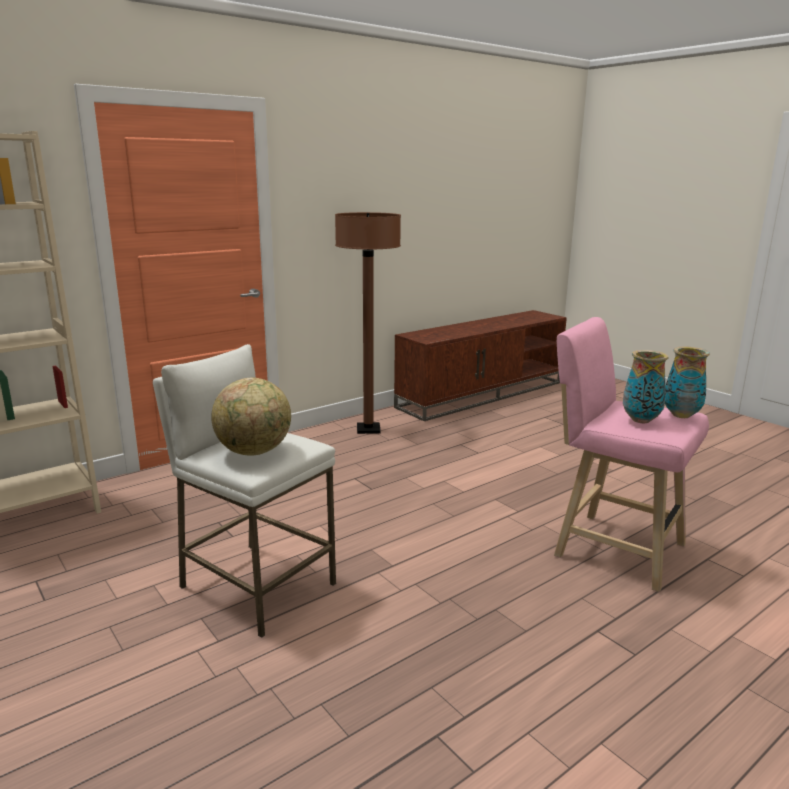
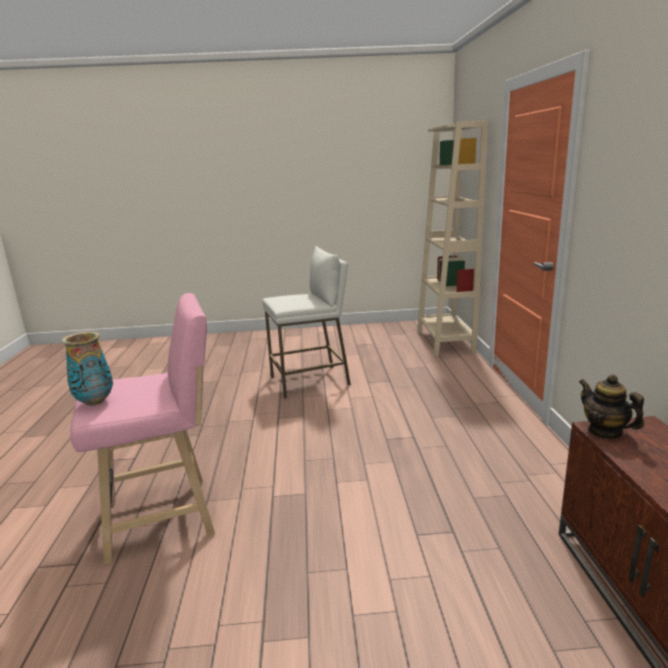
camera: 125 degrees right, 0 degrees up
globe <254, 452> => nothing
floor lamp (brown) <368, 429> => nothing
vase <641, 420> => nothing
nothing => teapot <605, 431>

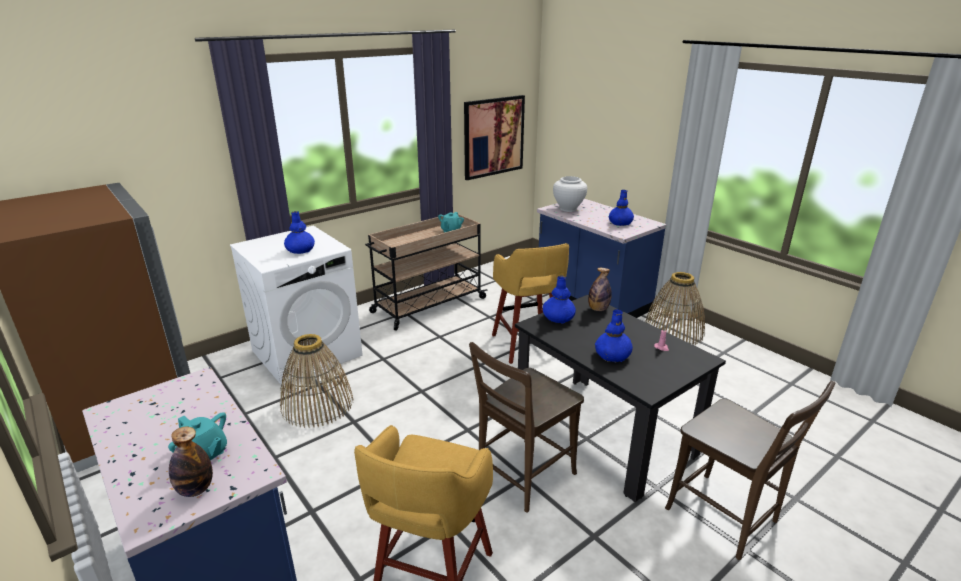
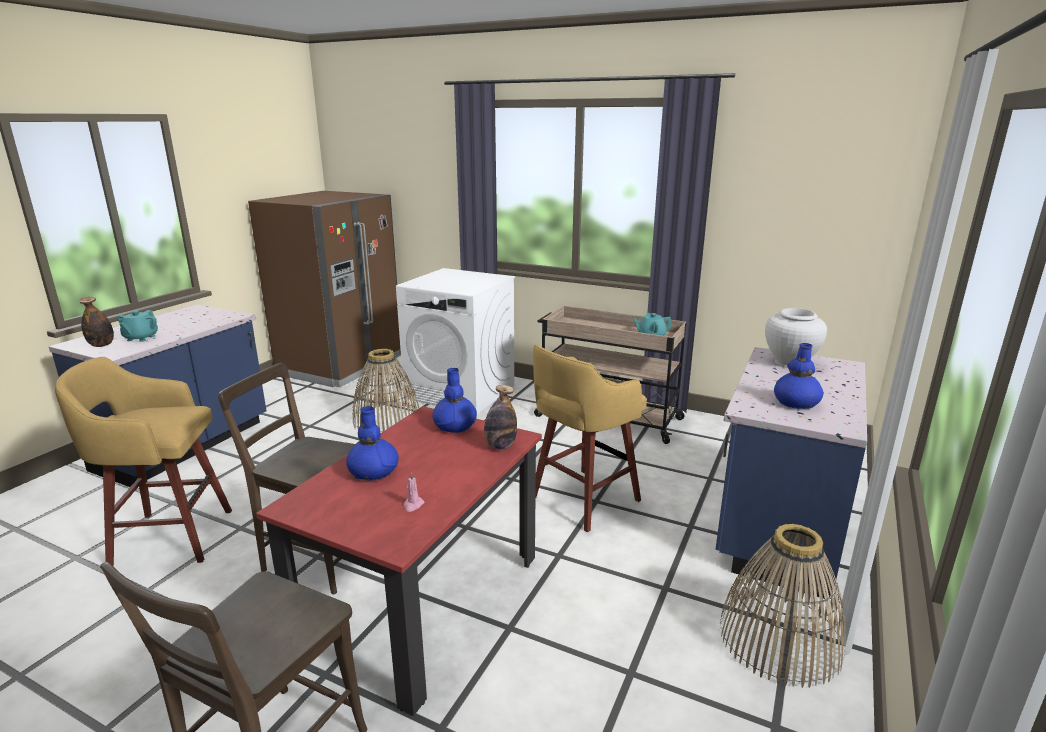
camera: 65 degrees right, 5 degrees down
vase (blue) <300, 250> => nothing
picture <493, 137> => nothing
dining table (black) <603, 433> => dining table (red) <424, 603>

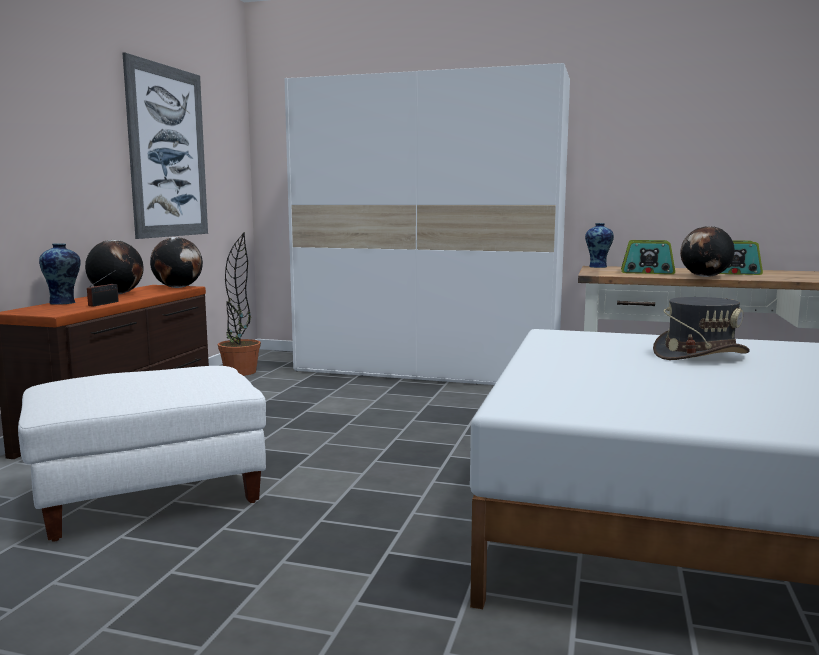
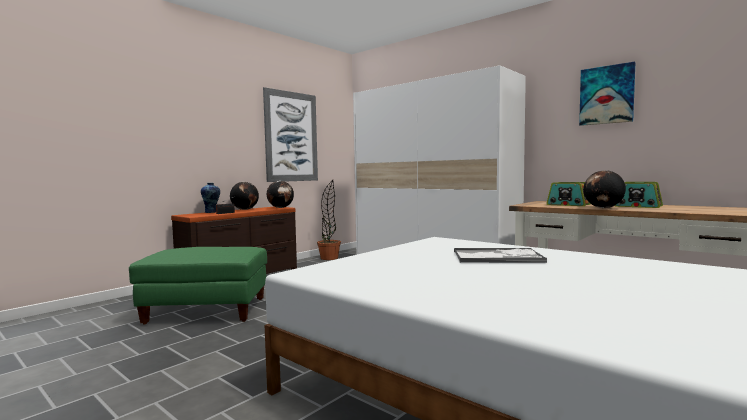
camera: 25 degrees right, 5 degrees down
ottoman (white) <150, 494> => ottoman (green) <207, 310>
vase <598, 267> => nothing
hat (grey) <699, 355> => tray <498, 257>
nothing => picture <606, 95>

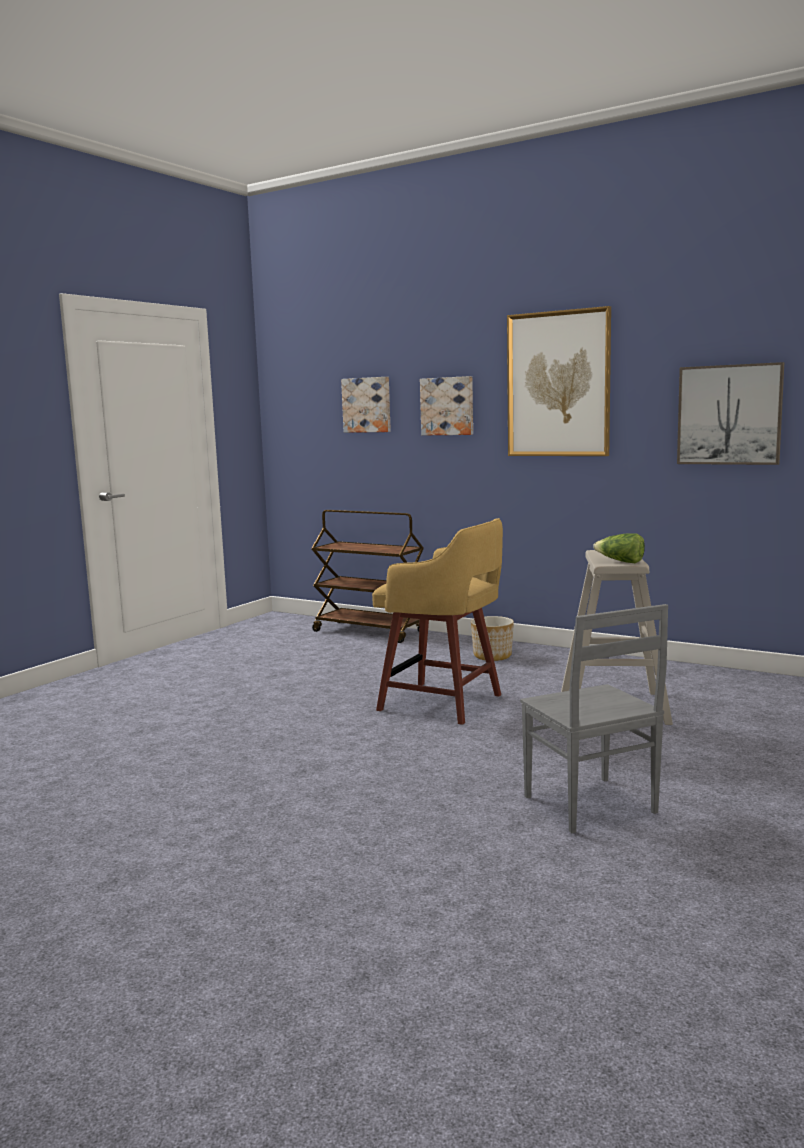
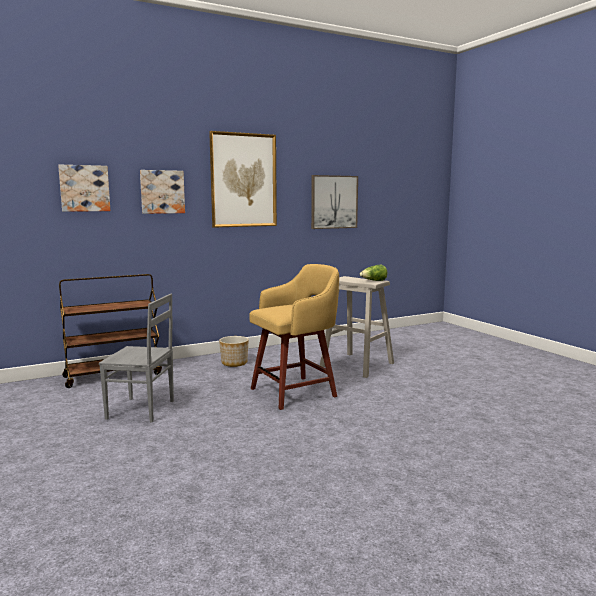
camera: 60 degrees left, 0 degrees up
chair (grey) <589, 806> => chair (grey) <141, 410>, relocated

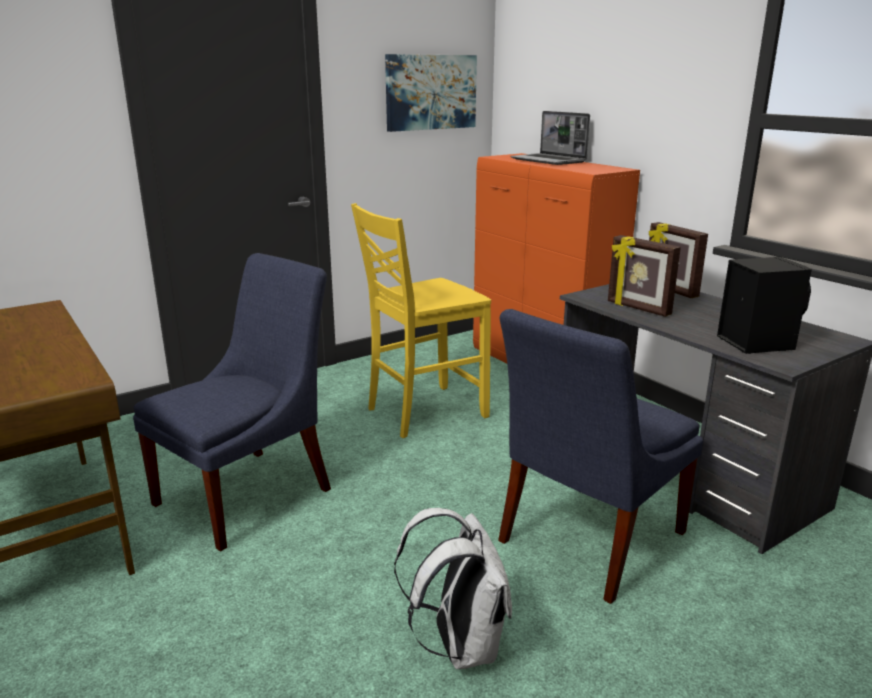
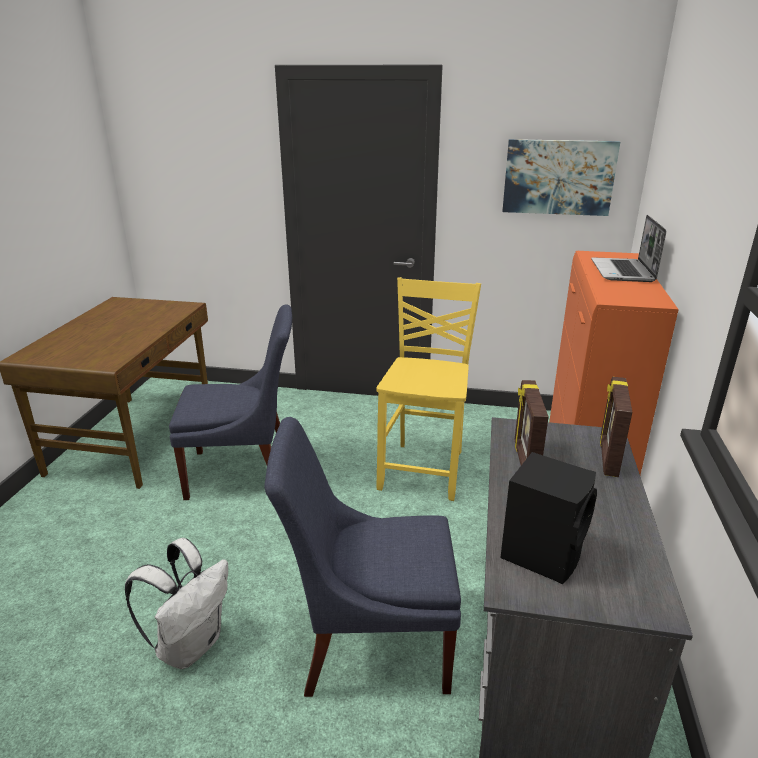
camera: 45 degrees right, 5 degrees up
chair (yellow) <423, 412> => chair (yellow) <424, 469>, 90 degrees clockwise

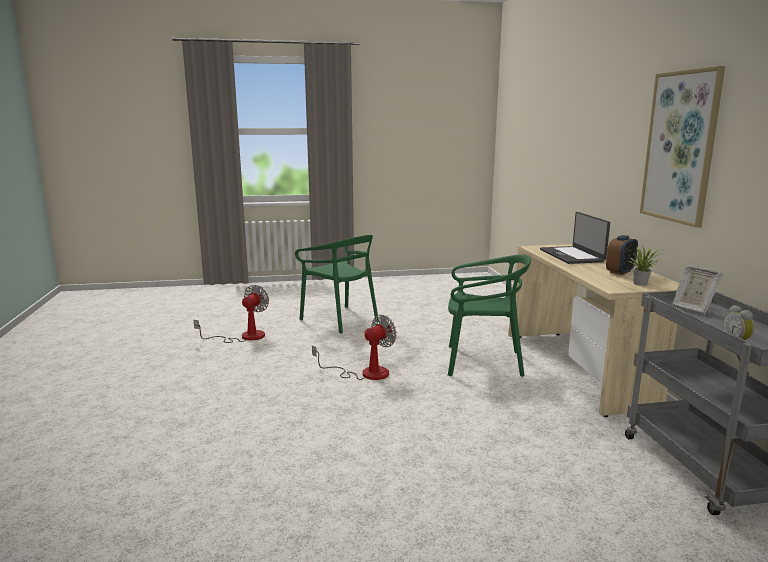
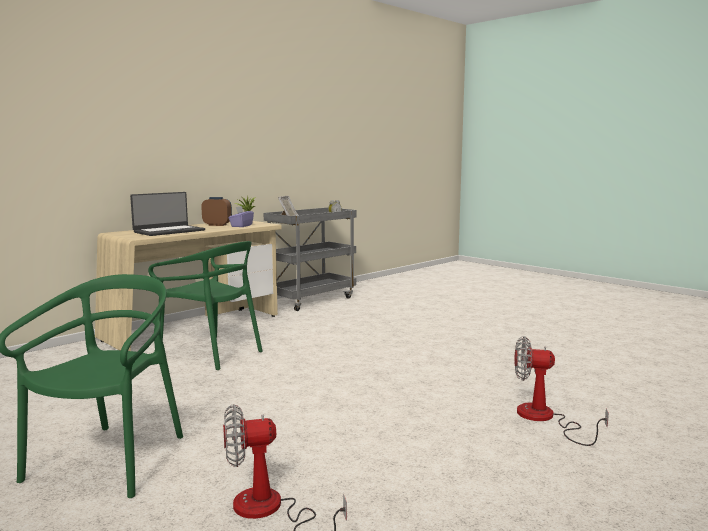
camera: 125 degrees left, 5 degrees down
fan <365, 373> => fan <545, 419>, relocated
chair (green) <482, 362> => chair (green) <211, 353>, 150 degrees clockwise
picture <680, 147> => nothing
nothing => tissue box (purple) <241, 226>

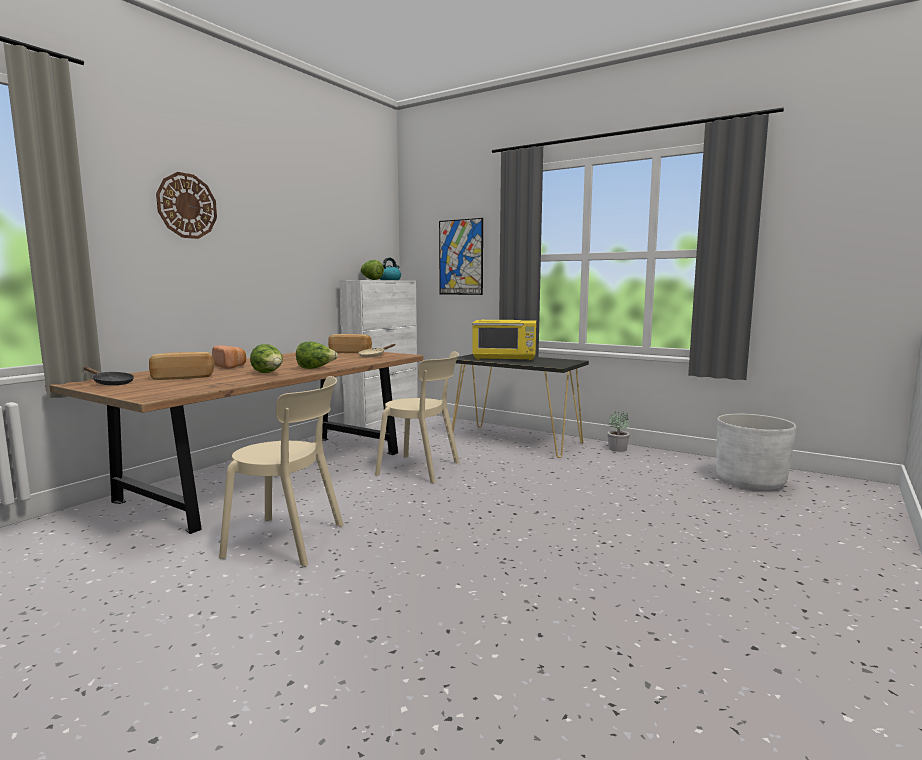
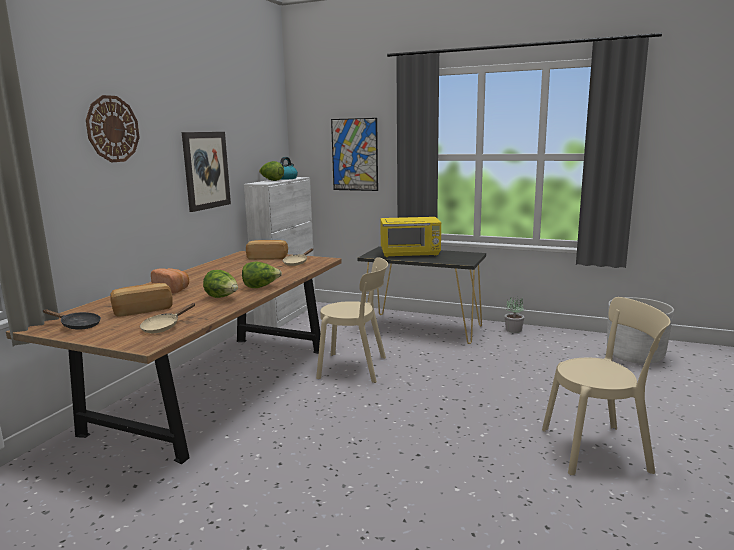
camera: 10 degrees left, 5 degrees up
chair (beige) <290, 541> => chair (beige) <600, 449>, relocated
nothing => frying pan (beige) <163, 327>
nothing => picture <206, 170>

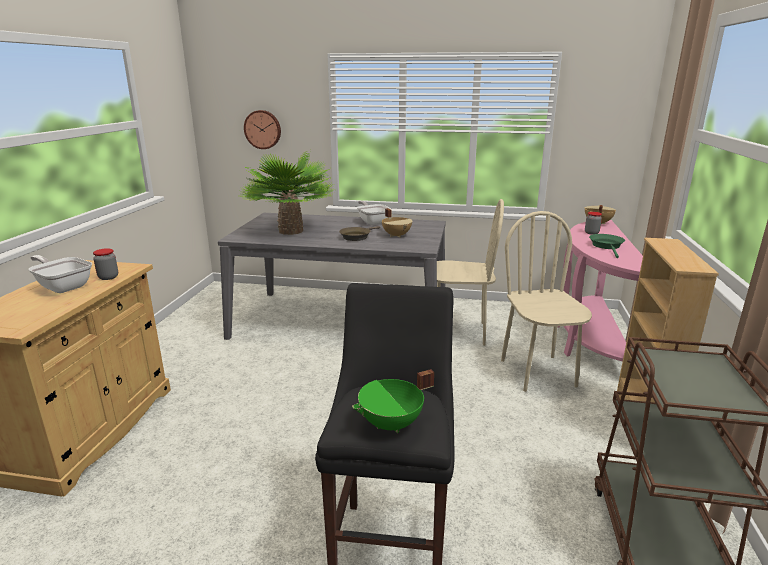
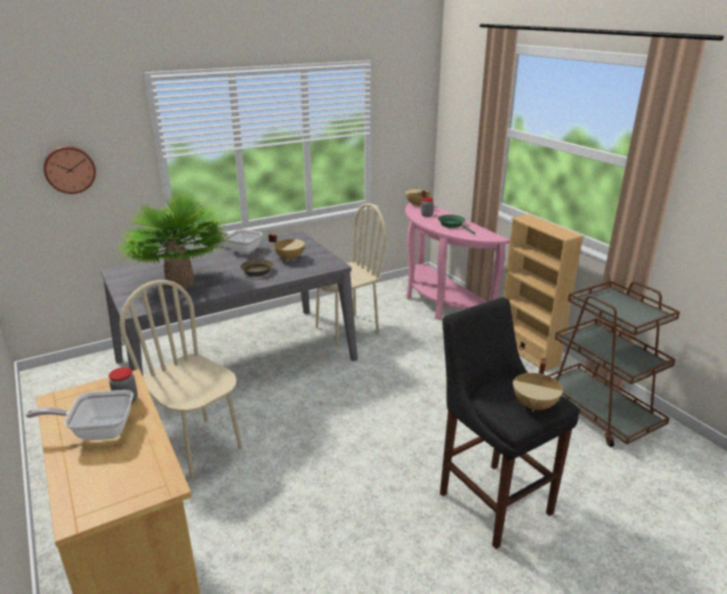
camera: 40 degrees left, 5 degrees up
cooking pot (green) <392, 424> => cooking pot (beige) <535, 405>
chair (beige) <538, 373> => chair (beige) <198, 448>, relocated

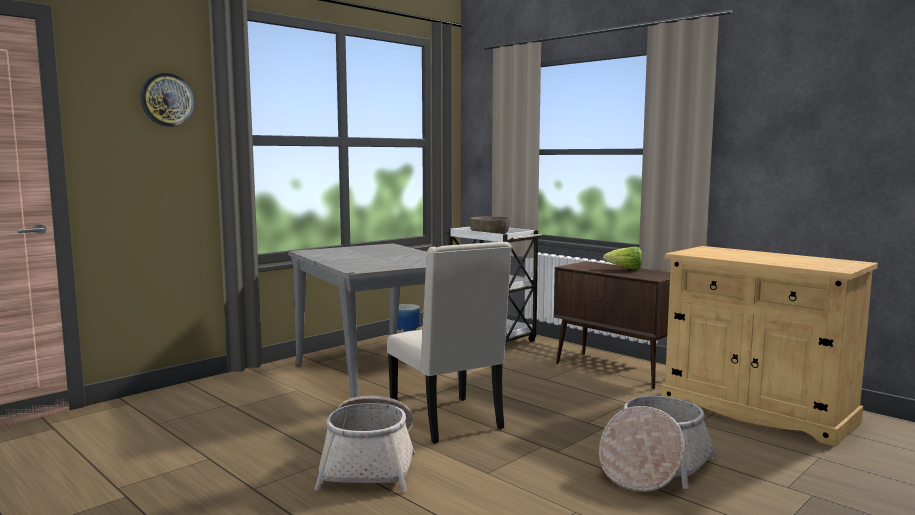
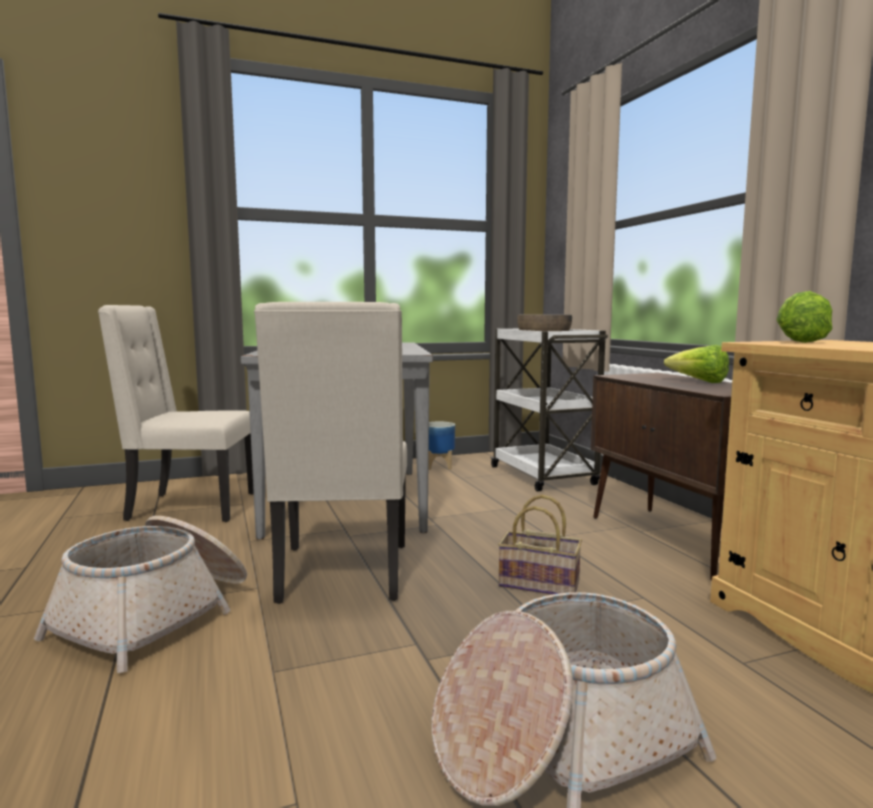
camera: 25 degrees right, 0 degrees up
wall clock <167, 100> => nothing
nothing => chair (beige) <189, 507>
nothing => basket <541, 583>
nothing => lettuce <800, 342>

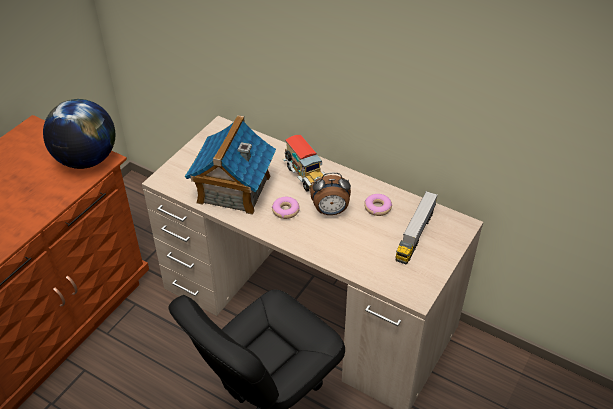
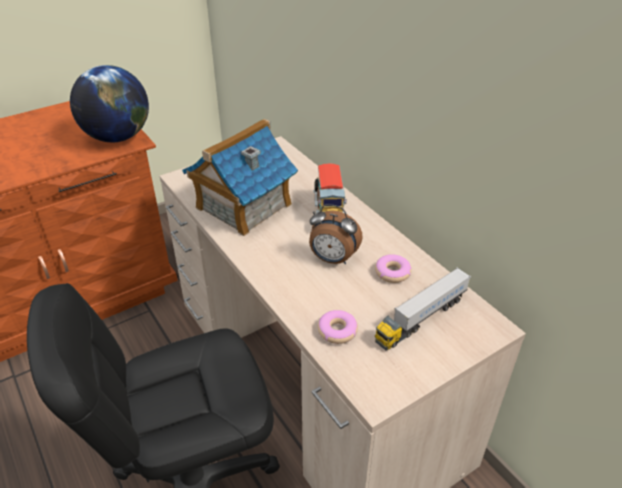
camera: 25 degrees right, 5 degrees down
donut <285, 210> => donut <337, 331>, relocated

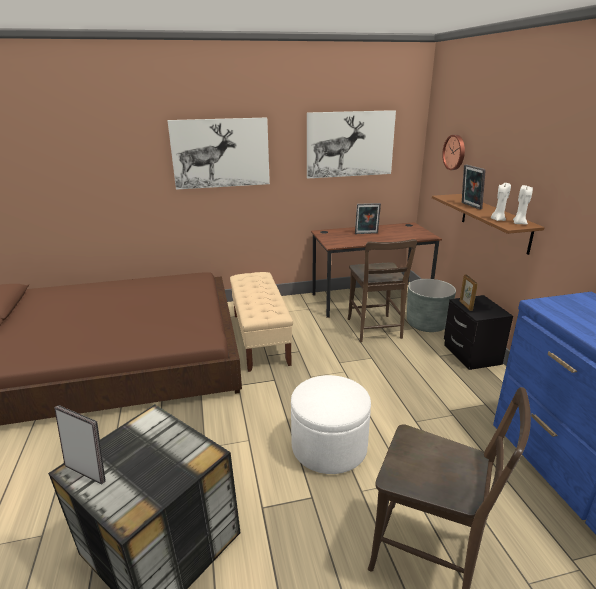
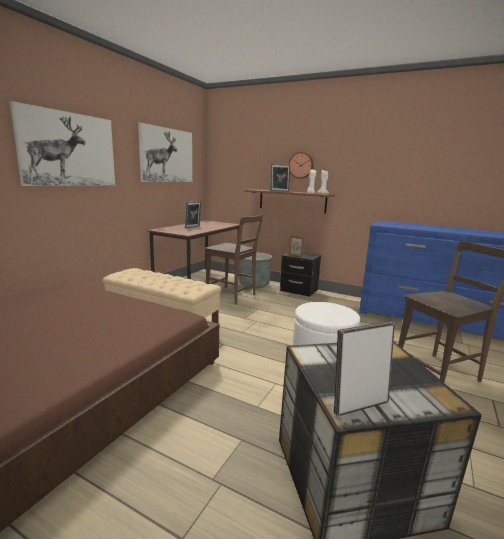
camera: 50 degrees left, 10 degrees down
wall clock <455, 152> => wall clock <301, 165>, relocated

